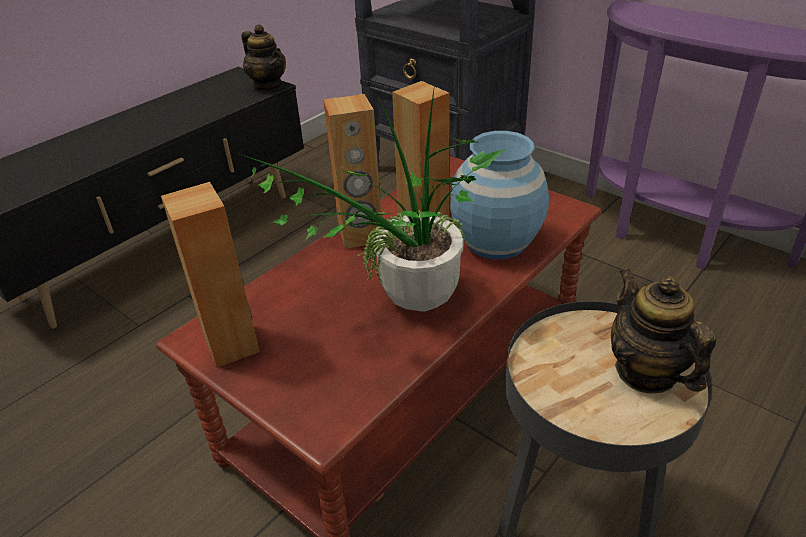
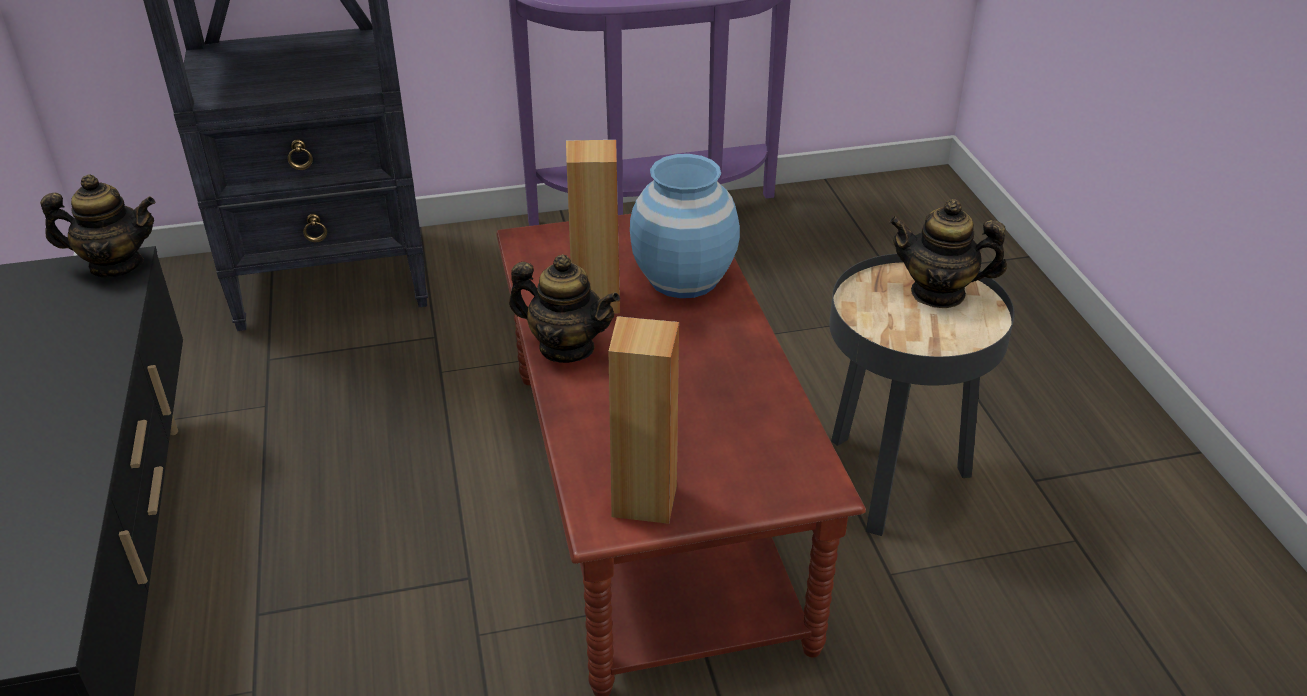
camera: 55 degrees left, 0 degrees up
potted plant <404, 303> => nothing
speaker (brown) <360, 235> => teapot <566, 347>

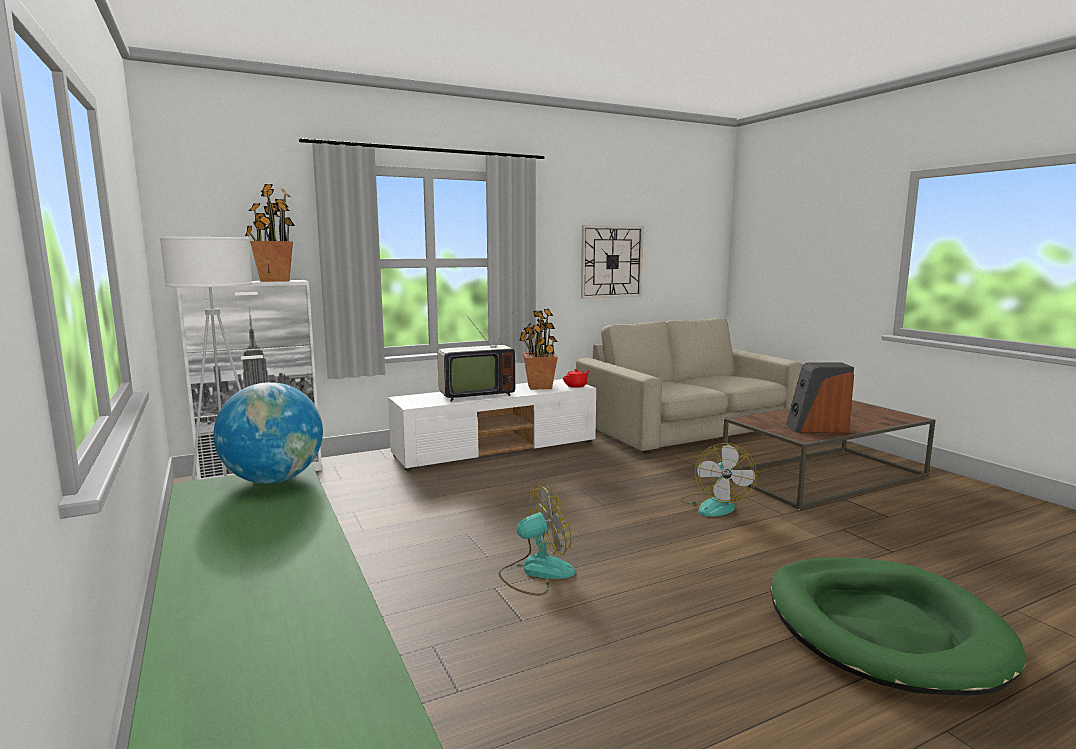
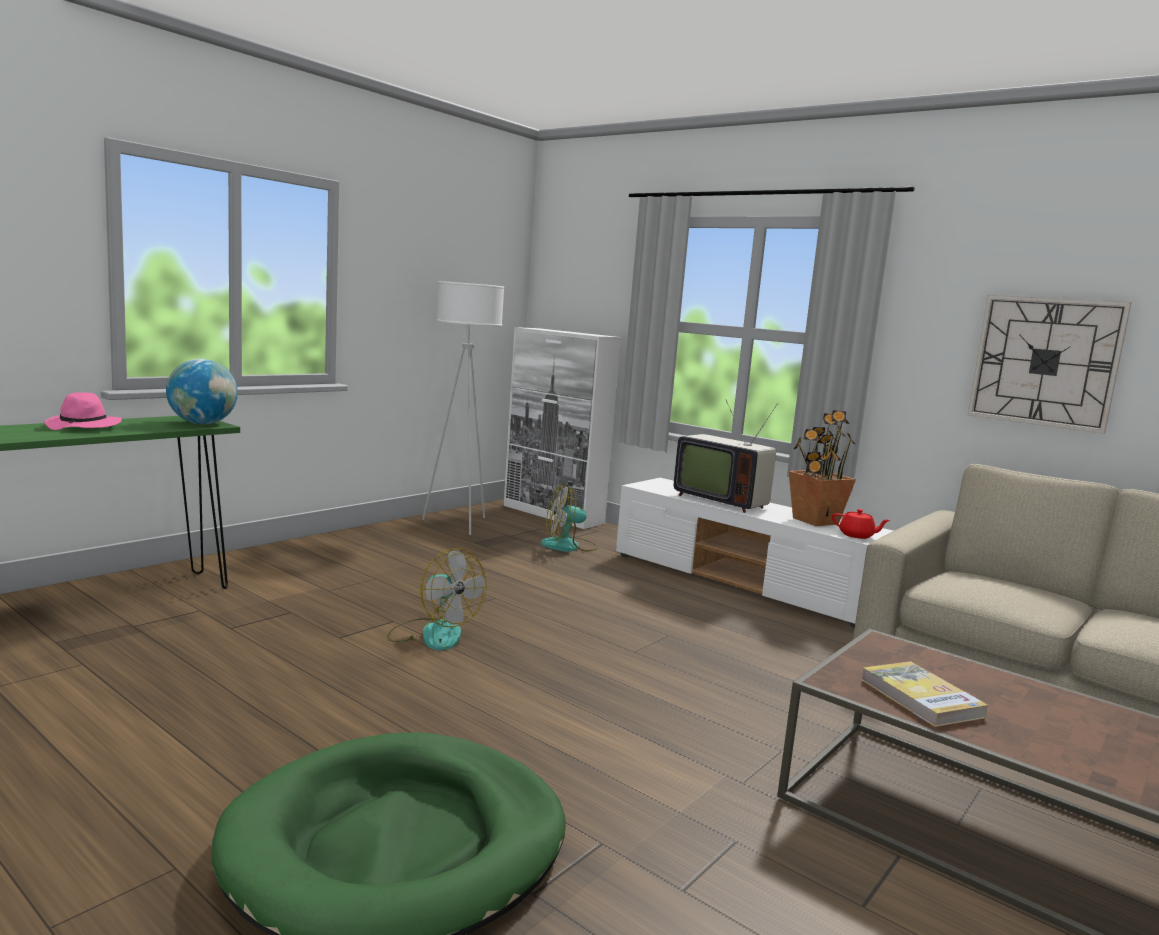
camera: 65 degrees right, 0 degrees up
potted plant <275, 280> => nothing
fan <714, 505> => fan <569, 546>, relocated
speaker <816, 428> => book <921, 698>
nothing => hat (pink) <84, 427>

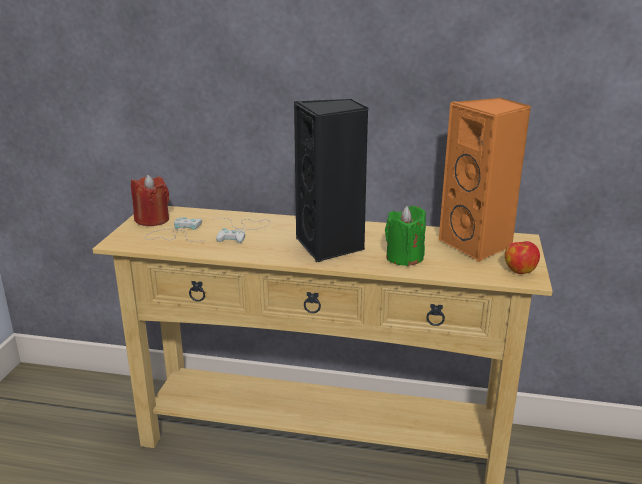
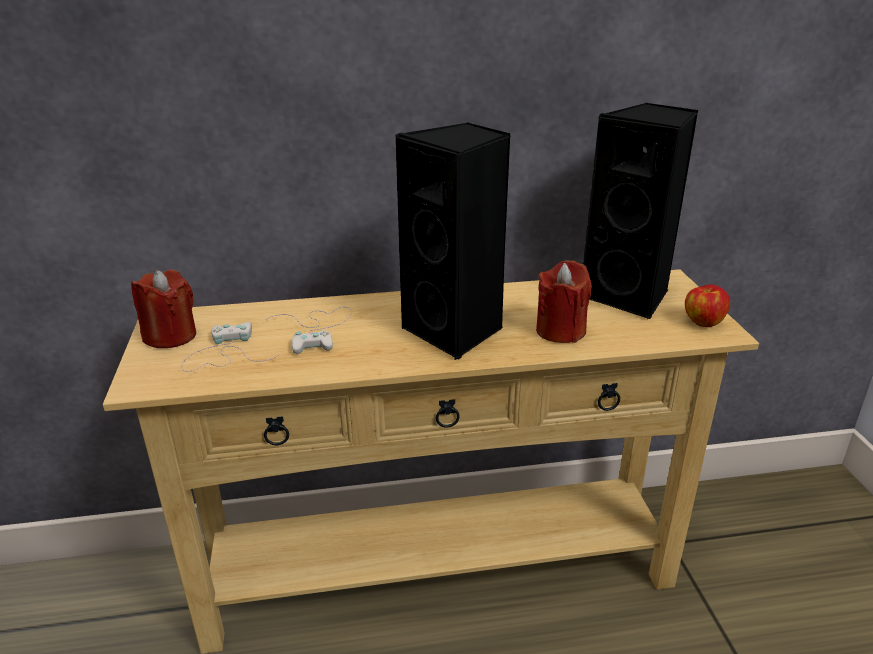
camera: 20 degrees left, 5 degrees up
candle (green) <404, 258> => candle (red) <560, 331>
speaker (orange) <478, 245> => speaker (black) <629, 296>

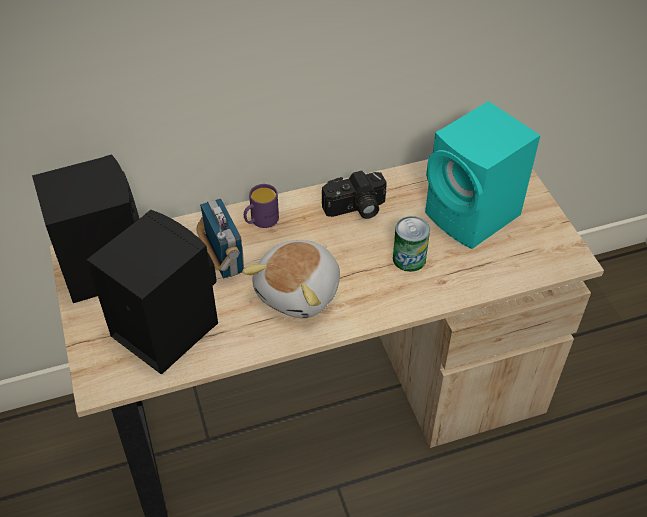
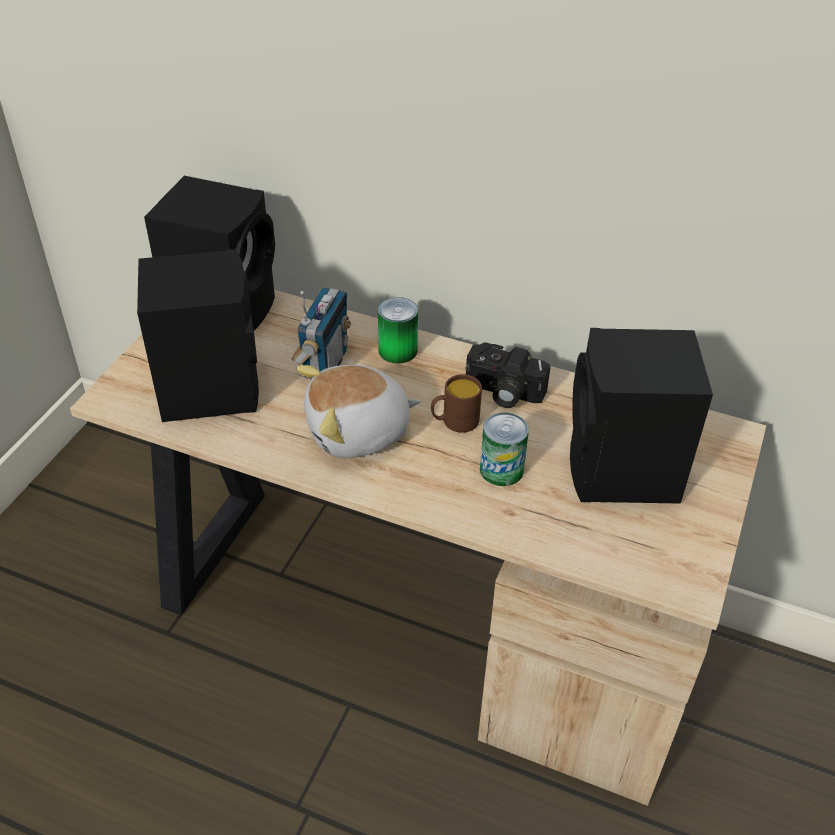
camera: 40 degrees right, 5 degrees down
mug (purple) <260, 221> => can <397, 350>
speaker (turquoise) <474, 217> => speaker (black) <622, 473>
nothing => mug (brown) <454, 422>

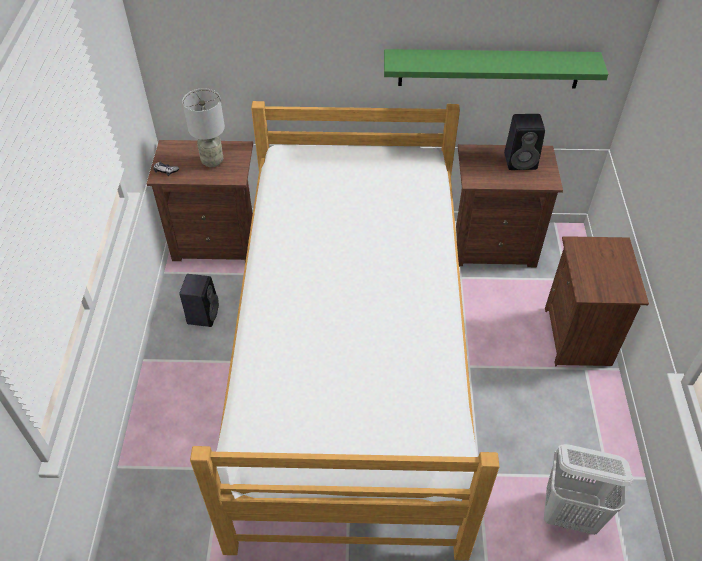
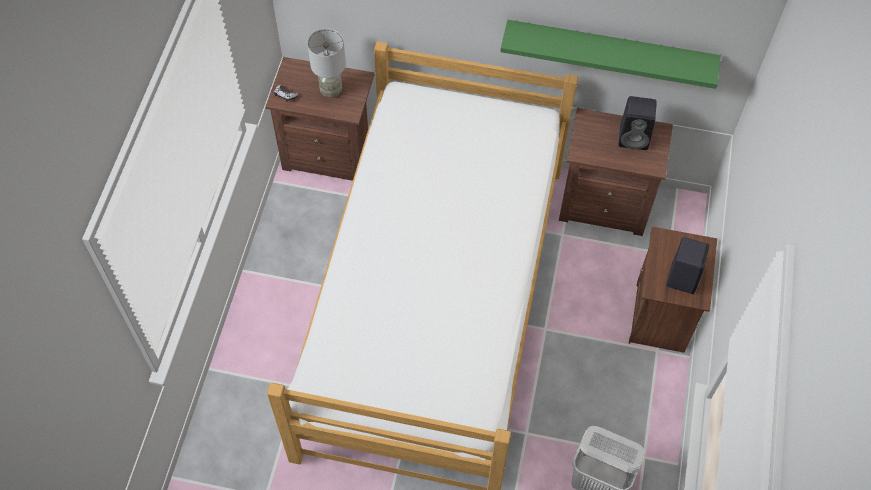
camera: 10 degrees right, 10 degrees up
speaker (black) <203, 314> => speaker (black) <682, 276>, relocated

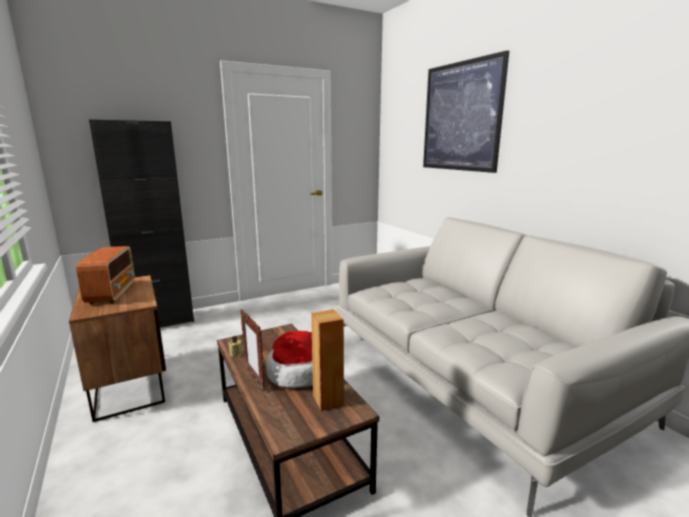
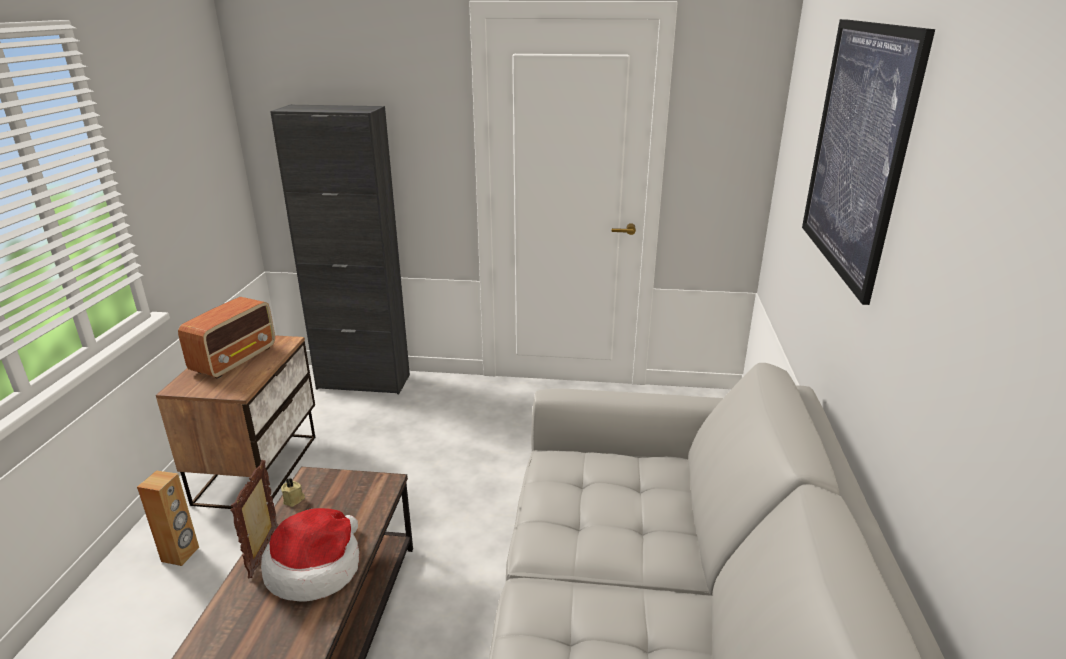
camera: 35 degrees right, 10 degrees up
speaker (brown) <328, 400> => speaker (brown) <180, 554>, relocated

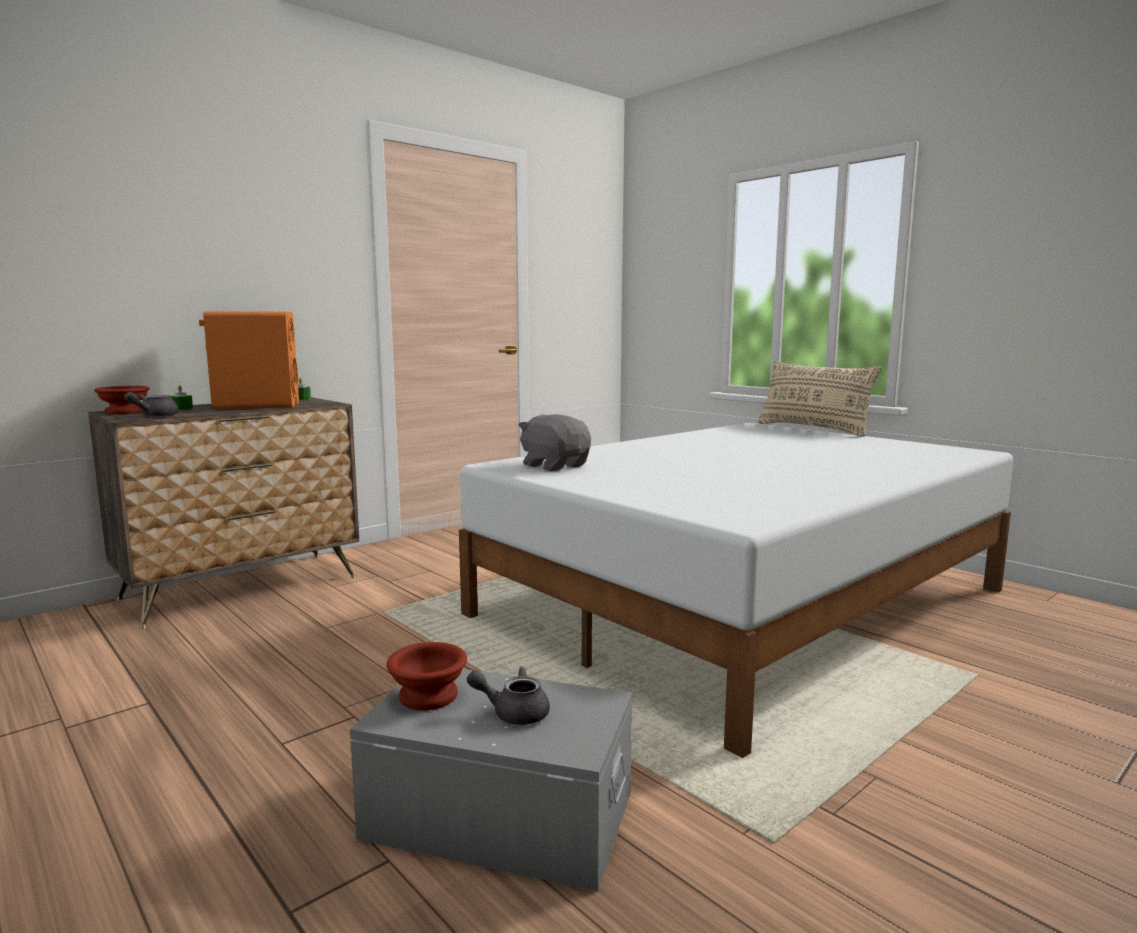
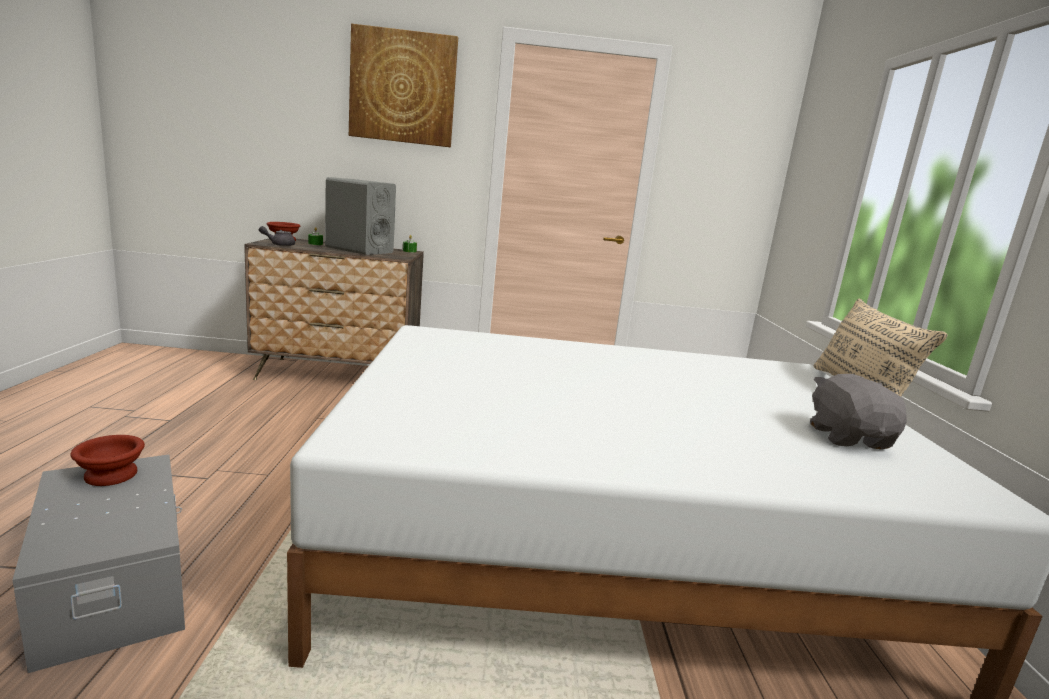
camera: 40 degrees right, 5 degrees up
speaker (orange) <256, 405> => speaker (grey) <359, 250>
teapot (grey) <513, 713> => nothing
plush toy (grey) <555, 466> => plush toy (grey) <849, 438>, relocated
nothing => picture <403, 87>

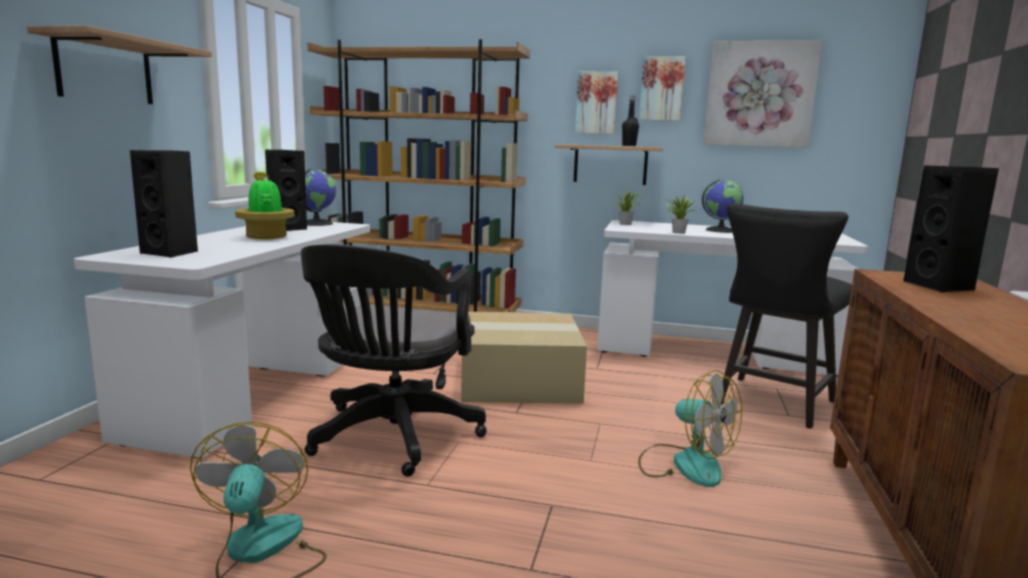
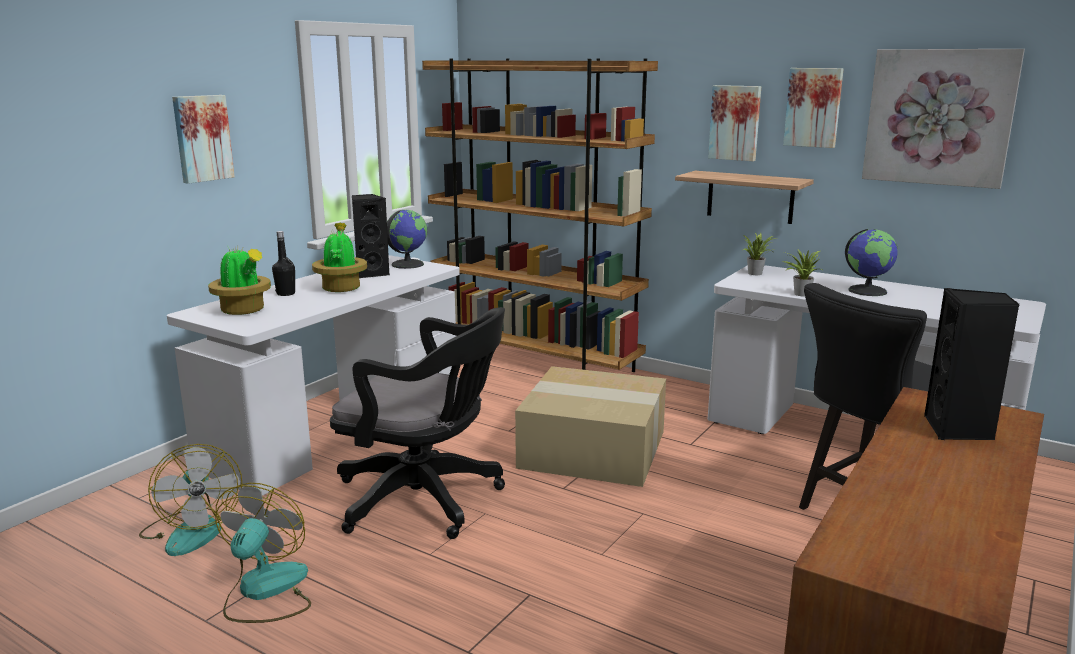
camera: 20 degrees right, 5 degrees up
shelf <105, 70> => picture <202, 138>
speaker (black) <171, 253> => potted plant <244, 310>
office chair (black) <391, 438> => office chair (black) <426, 500>, 105 degrees counterclockwise
bottle (black) <629, 146> => bottle (black) <286, 293>, relocated
fan <685, 464> => fan <192, 531>, relocated

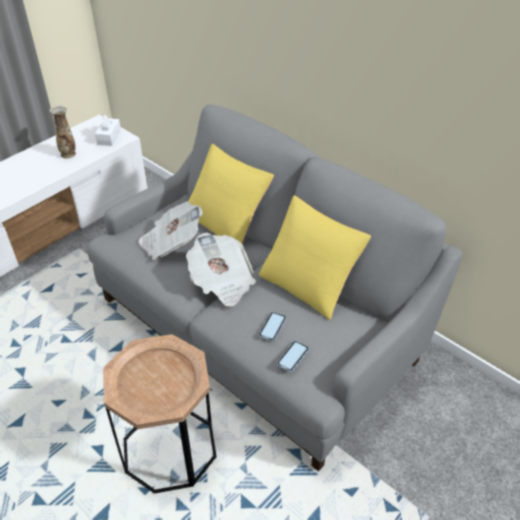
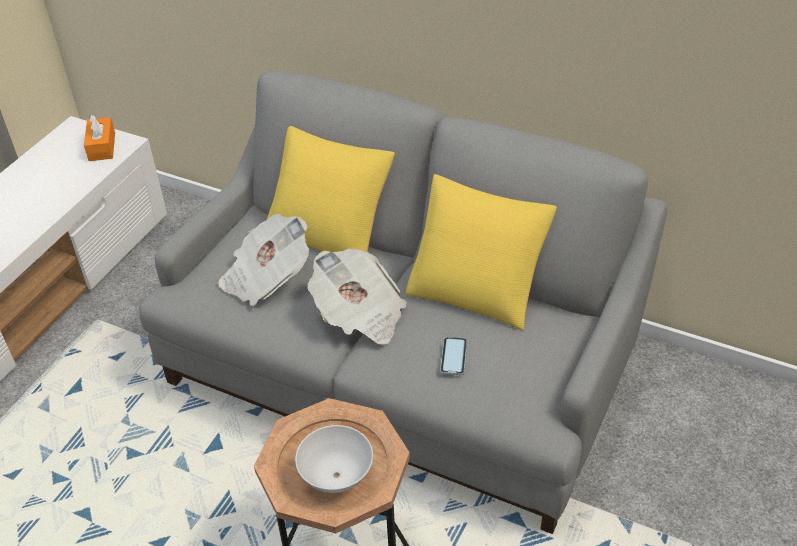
camera: 15 degrees left, 0 degrees up
vase <68, 154> => nothing
tissue box (white) <109, 137> => tissue box (orange) <102, 147>
phone <292, 357> => nothing
nothing => bowl (white) <337, 476>

